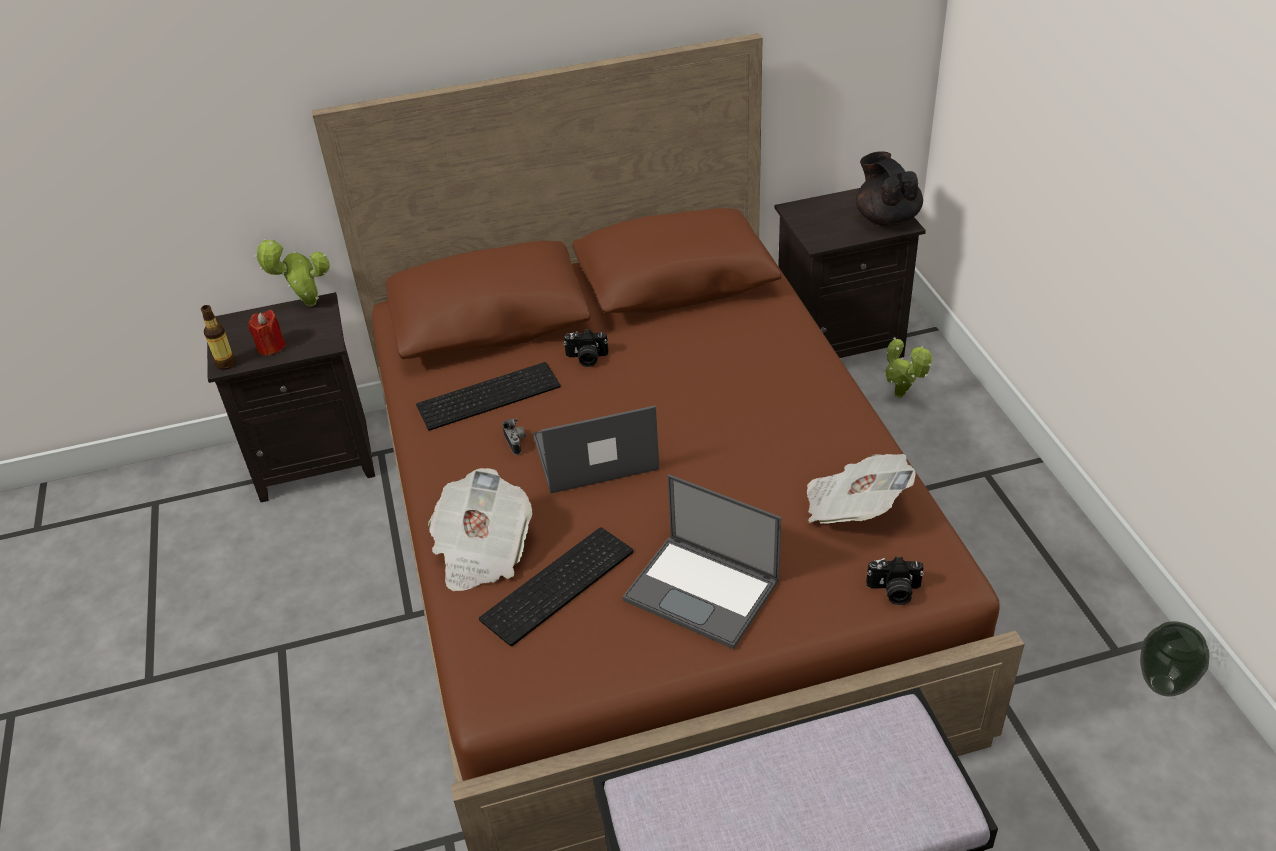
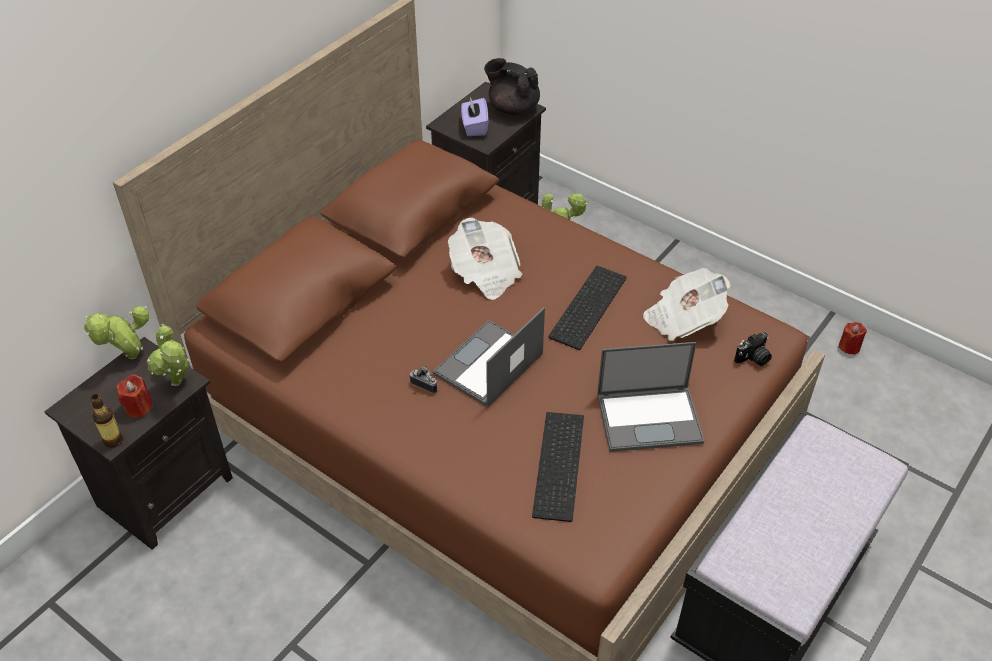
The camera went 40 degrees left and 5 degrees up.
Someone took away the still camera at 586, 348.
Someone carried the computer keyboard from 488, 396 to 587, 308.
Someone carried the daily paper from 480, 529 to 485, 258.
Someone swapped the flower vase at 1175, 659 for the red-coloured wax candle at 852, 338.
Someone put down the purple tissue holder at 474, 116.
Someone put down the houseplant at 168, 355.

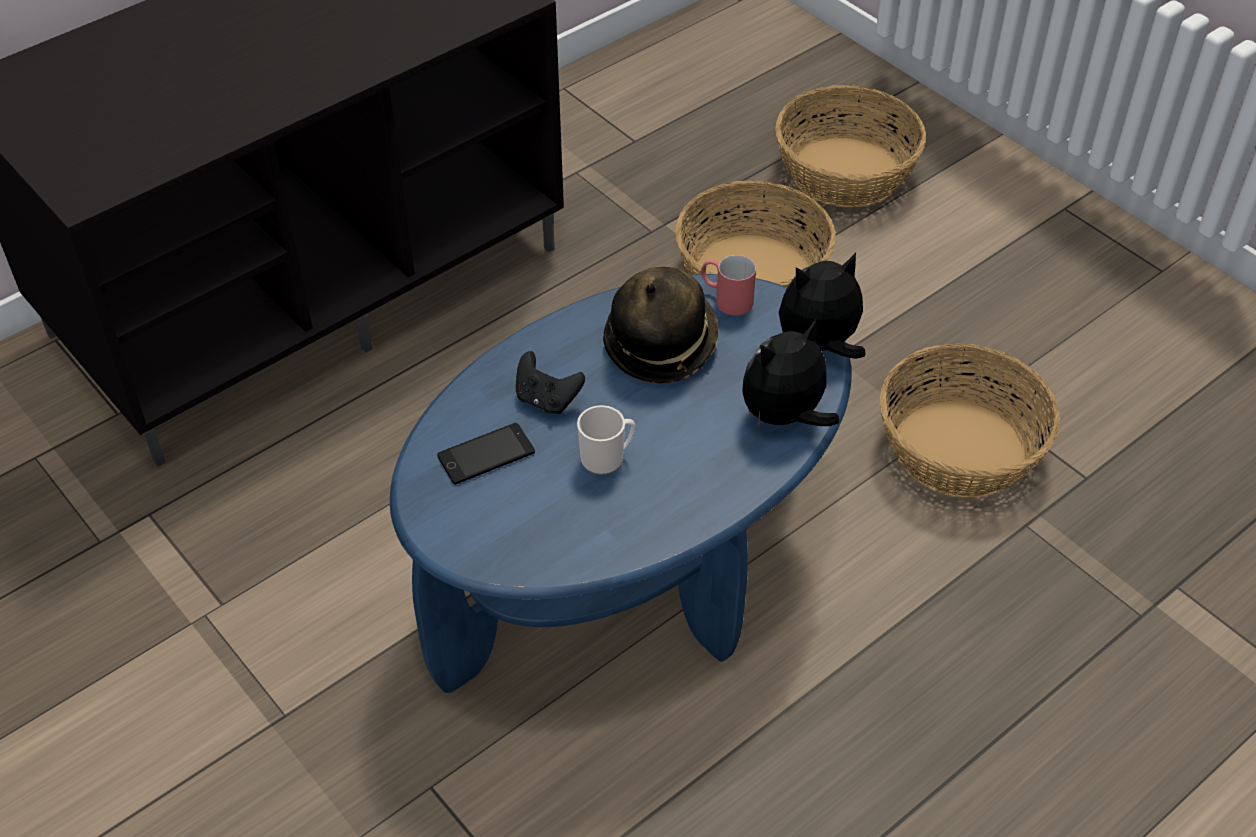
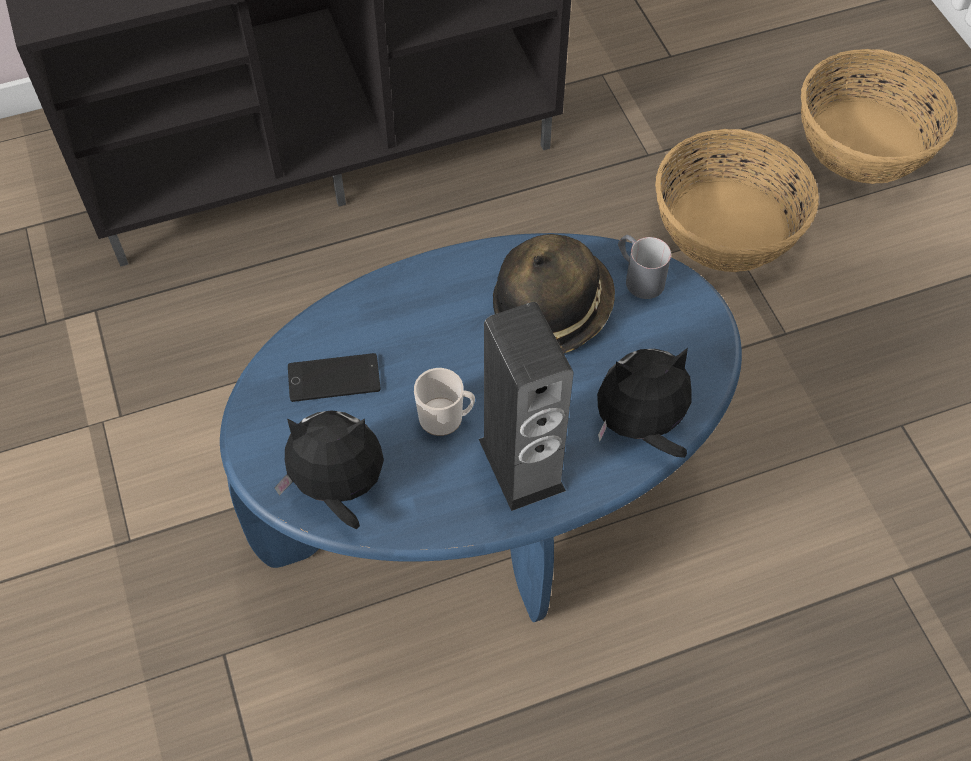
The camera went 20 degrees right and 10 degrees up.
Someone carried the plush toy from 822, 305 to 329, 469.
Someone repainted the red-coloured coffee mug at 728, 285, which became the gray coffee mug at 644, 267.
Someone took away the household basket at 970, 421.
Someone took away the black game controller at 550, 382.
Someone put down the speaker at 526, 406.

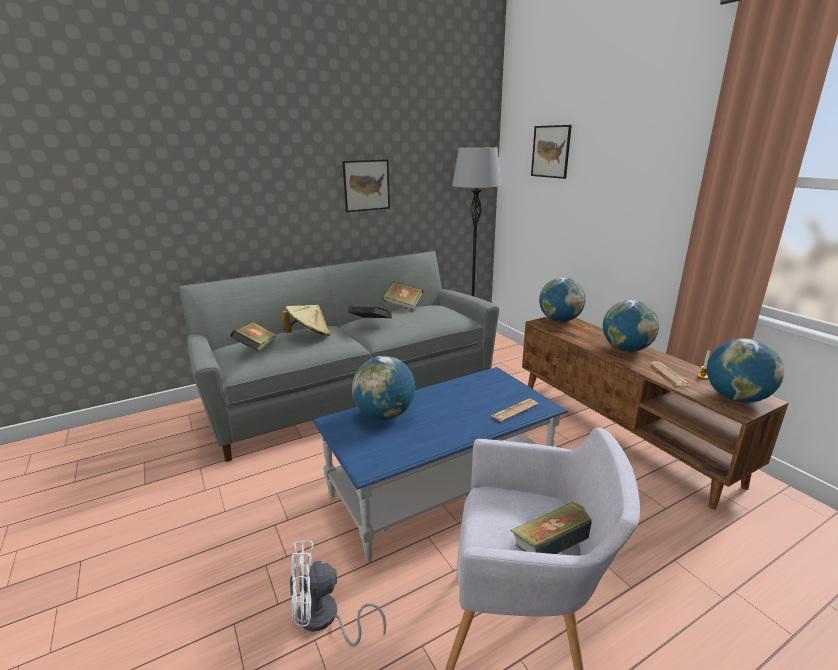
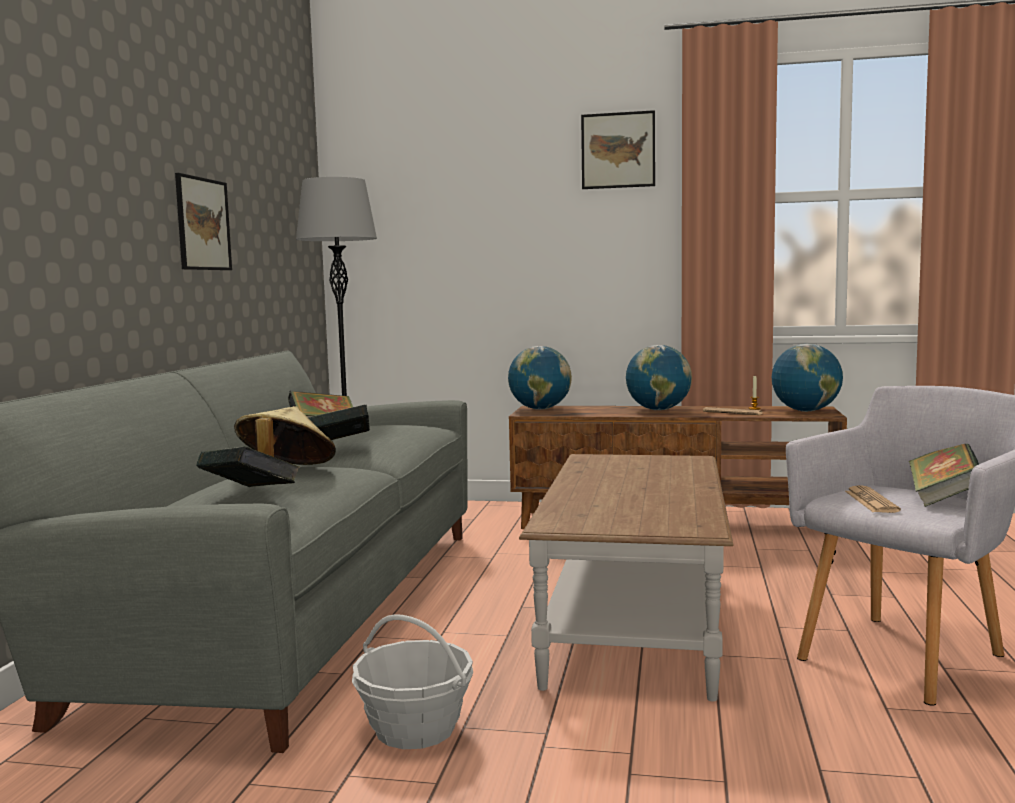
The camera went 50 degrees left and 15 degrees down.
Someone carried the wall picture from 551, 152 to 618, 149.
Someone took away the desk globe at 383, 388.
Someone repainted the blue-coloured lounge table at 440, 465, which became the brown-coloured lounge table at 626, 578.
Someone carried the daily paper from 514, 410 to 873, 499.
Someone took away the whitish fan at 338, 593.
Someone put down the household basket at 412, 681.

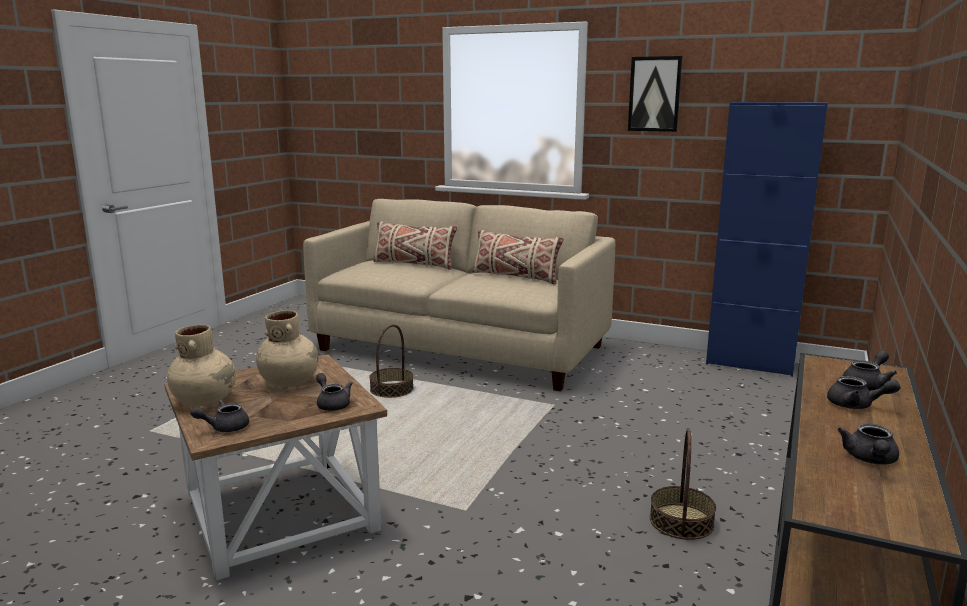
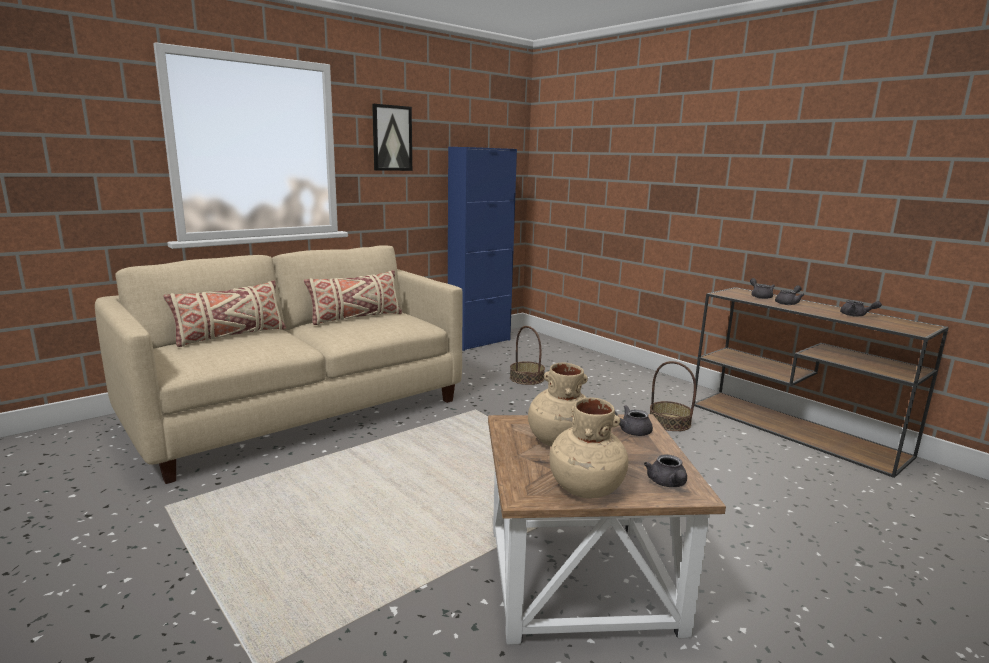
The camera went 65 degrees left and 0 degrees up.
Someone carried the household basket from 391, 361 to 527, 355.

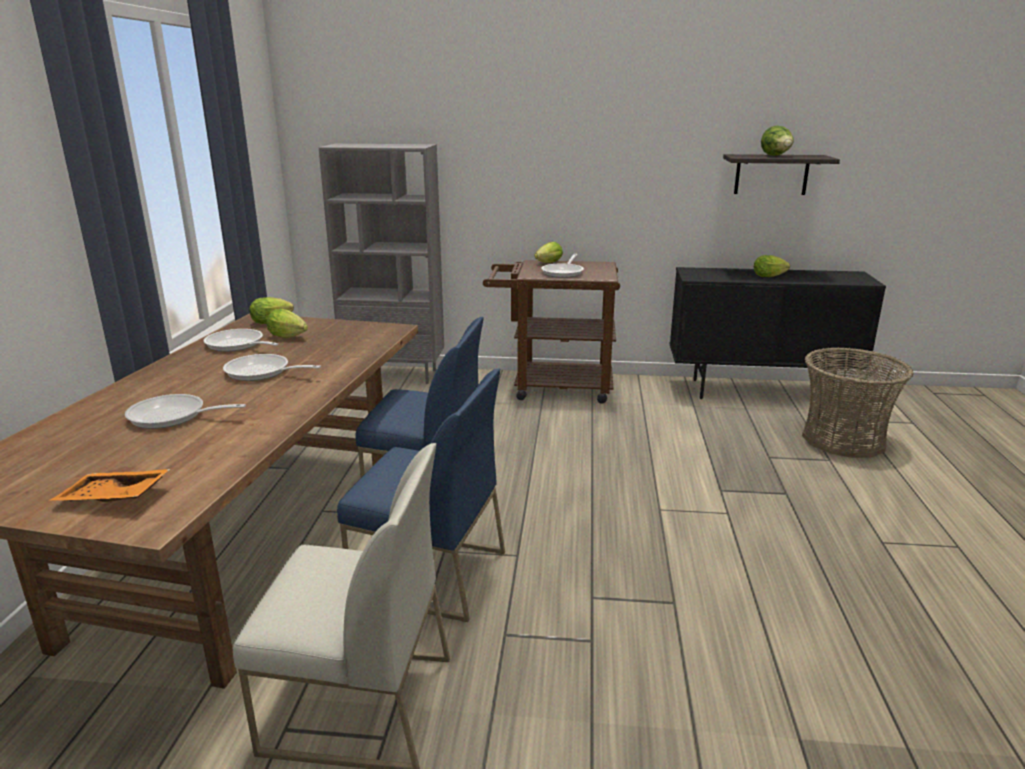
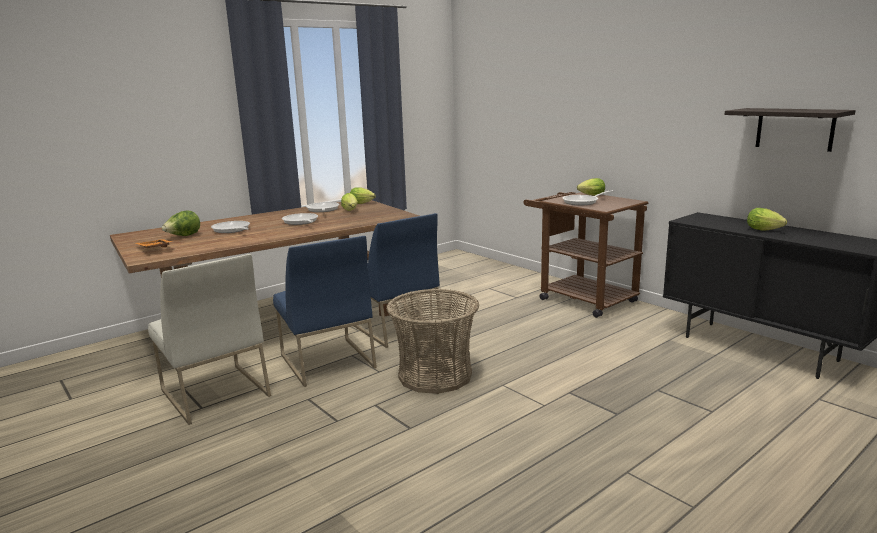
The camera went 45 degrees right and 5 degrees down.
Someone carried the lettuce from 777, 141 to 181, 223.
Someone took away the gray shelving unit at 381, 264.
Someone carried the household basket from 857, 402 to 432, 341.

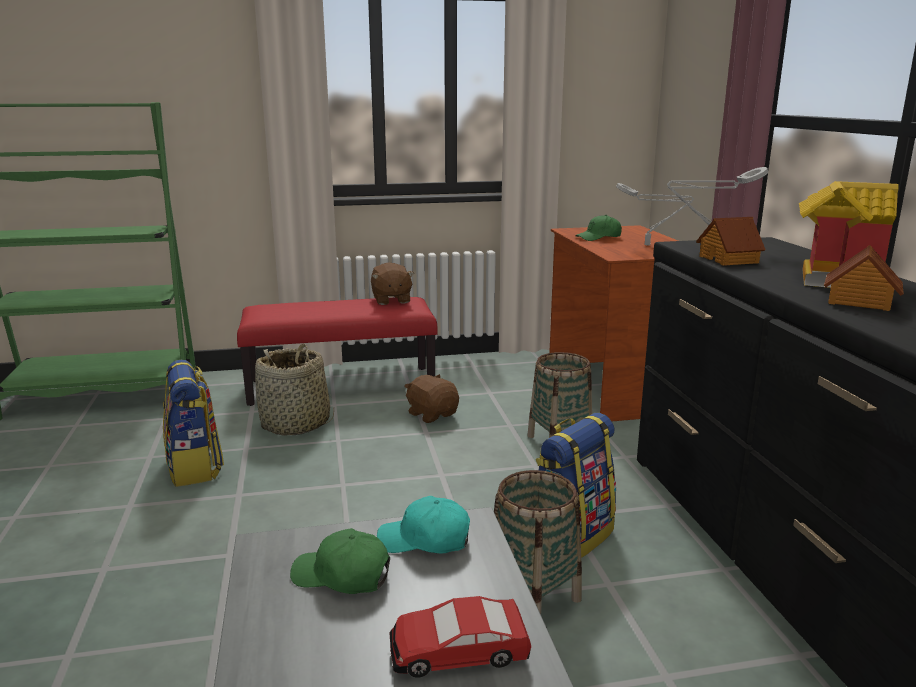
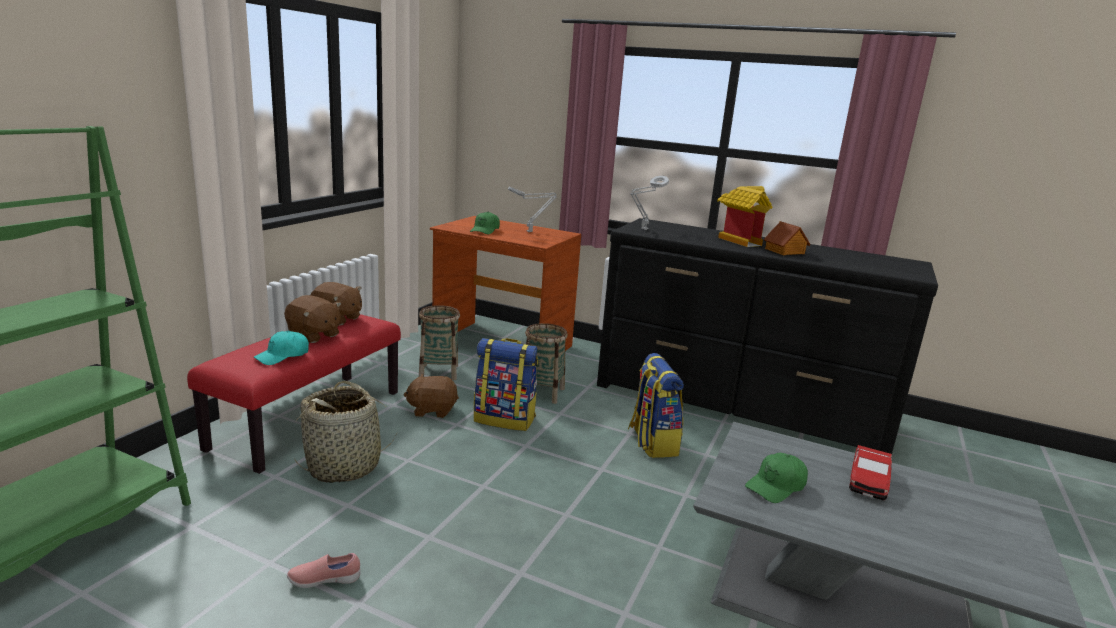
The camera went 55 degrees left and 0 degrees up.
Someone took away the miniature house at 731, 241.
Someone carried the backpack from 193, 423 to 506, 384.
Someone carried the household basket from 538, 542 to 439, 342.
Someone carried the turquoise peaked cap from 423, 524 to 281, 348.
Someone put down the brown-coloured plush toy at 312, 319.
Someone put down the pink-coloured shoe at 324, 570.

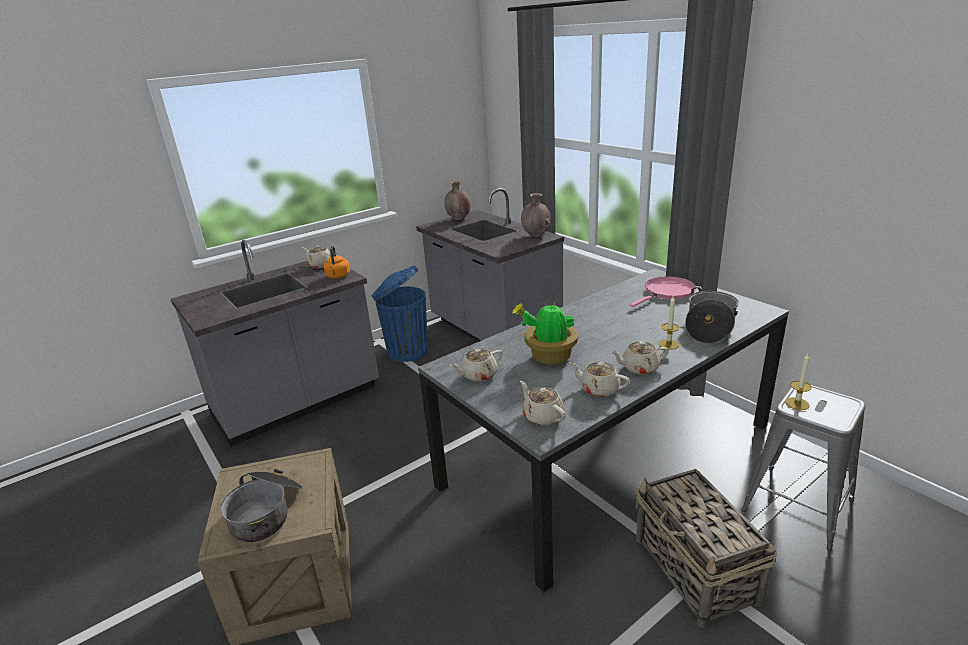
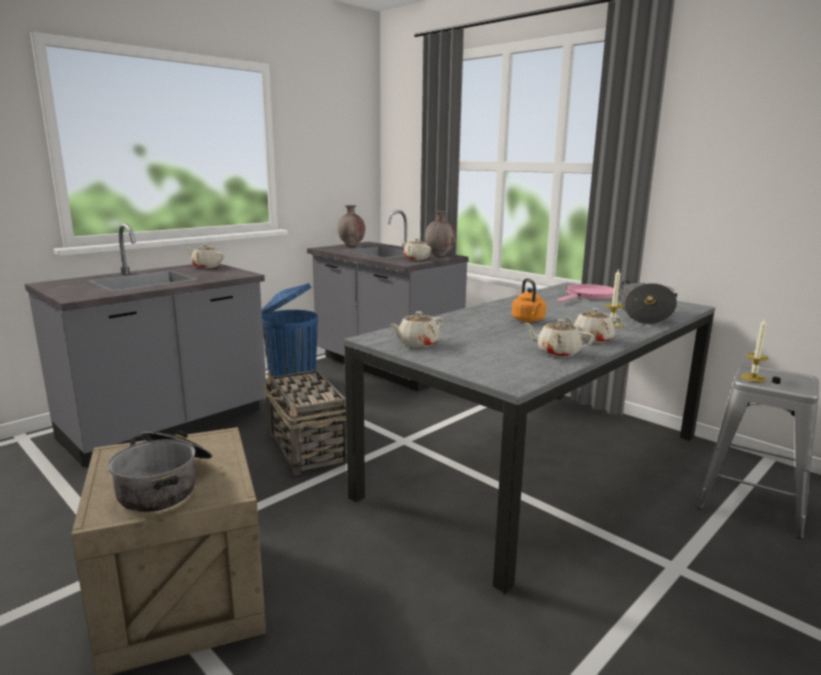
The camera went 10 degrees left and 10 degrees down.
Someone carried the orange-coloured water kettle from 337, 262 to 529, 300.
Someone took away the houseplant at 545, 333.
Someone carried the beige teapot from 543, 403 to 416, 249.
Someone carried the household basket from 706, 548 to 305, 422.

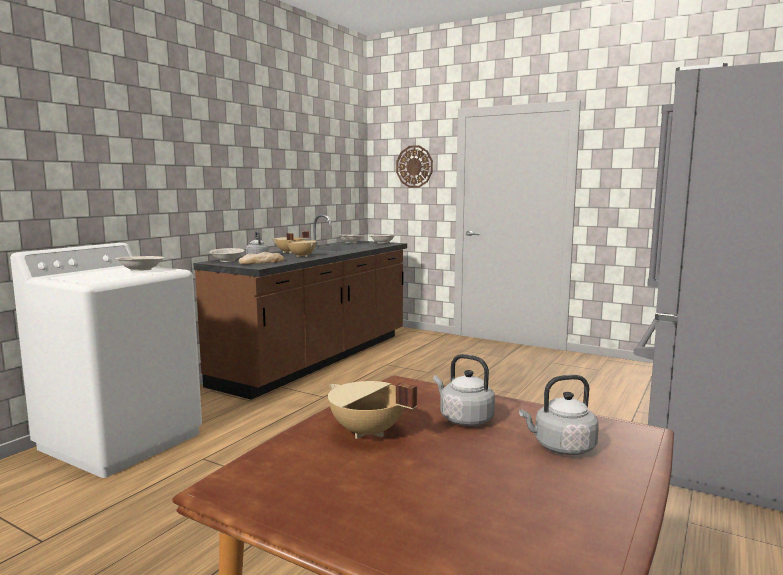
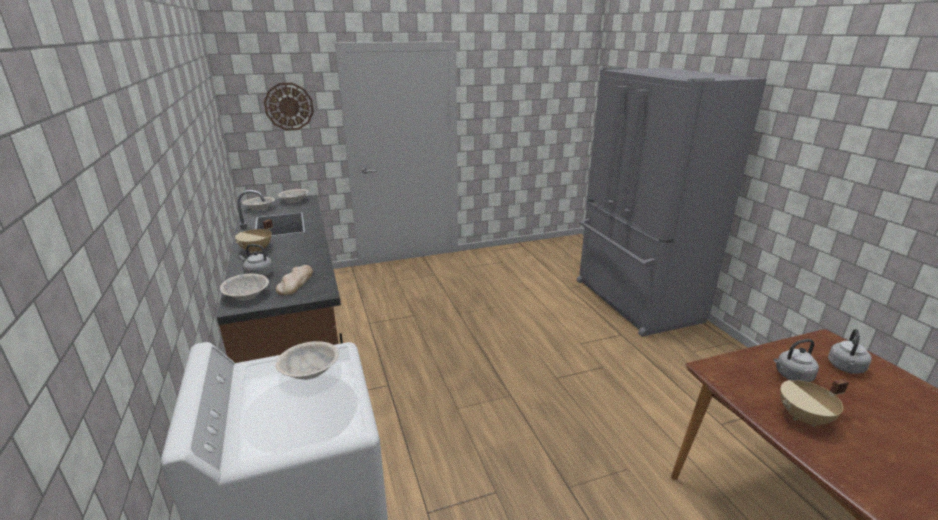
The camera went 50 degrees left and 15 degrees up.
Someone took away the beige stockpot at 302, 245.

